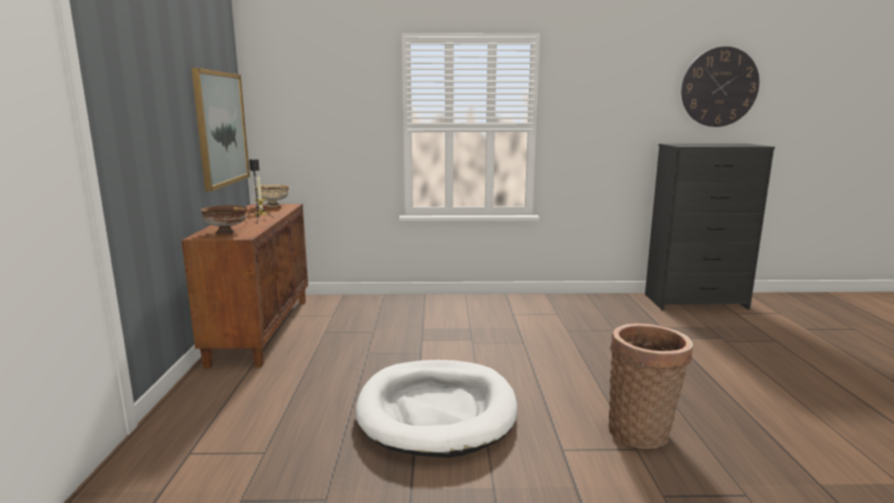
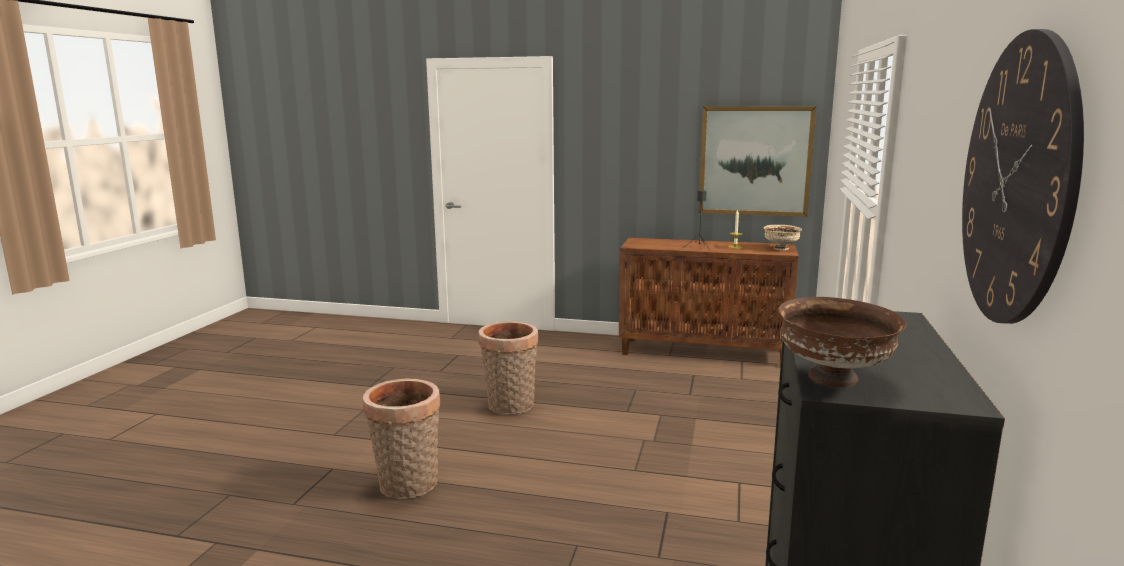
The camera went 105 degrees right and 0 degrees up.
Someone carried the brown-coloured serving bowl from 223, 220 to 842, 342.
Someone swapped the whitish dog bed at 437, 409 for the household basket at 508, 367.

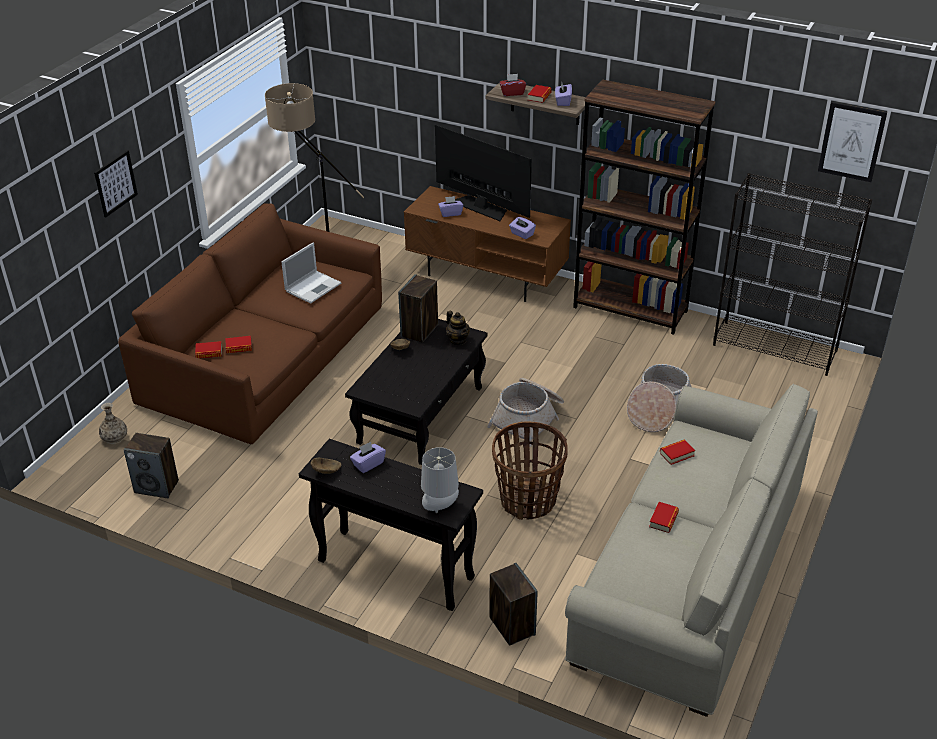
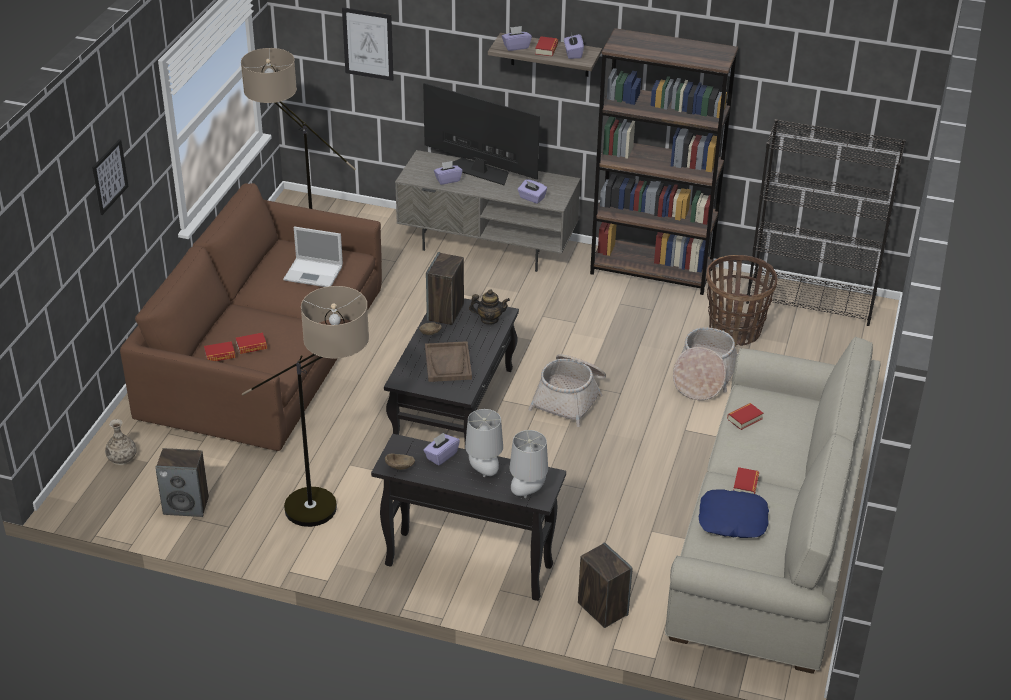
The camera went 10 degrees left and 0 degrees up.
Someone repainted the red-coloured tissue holder at 512, 85, which became the purple tissue holder at 517, 38.
Someone carried the wall picture from 852, 142 to 367, 44.
Someone repainted the brown-coloured media console at 487, 244, which became the gray media console at 487, 211.
Someone rotated the portable computer at 311, 273 by 75 degrees clockwise.
Someone rotated the teapot at 458, 328 by 45 degrees counterclockwise.
Someone carried the household basket from 530, 471 to 741, 301.
Someone put down the floor lamp at 305, 406.
Someone put down the brown-coloured serving tray at 448, 361.
Someone put down the gray tabletop lamp at 484, 443.
Someone put down the blue-coloured throw pillow at 733, 513.

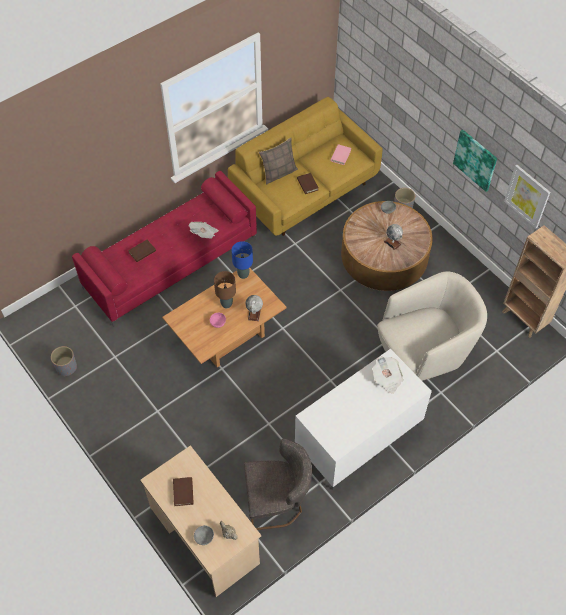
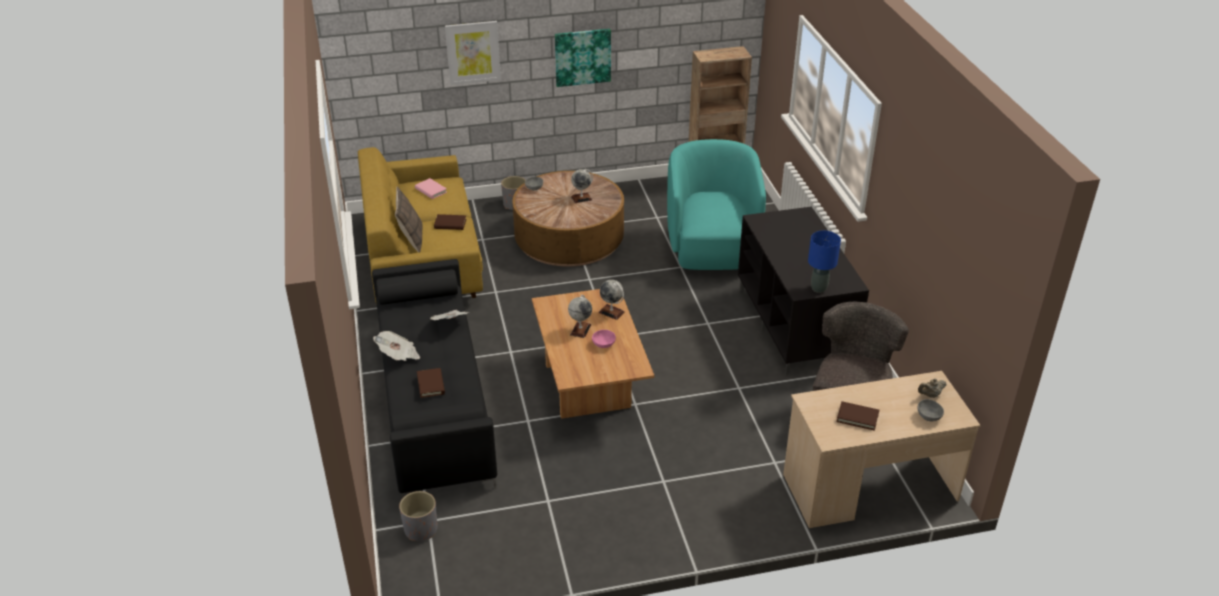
The camera went 65 degrees left and 20 degrees down.
Someone carried the wall picture from 527, 197 to 473, 53.
Someone repainted the red-coloured sofa at 164, 249, which became the black sofa at 434, 378.
Someone carried the blue-coloured tabletop lamp from 242, 260 to 824, 262.
Someone swapped the brown-coloured tabletop lamp at 225, 289 for the desk globe at 580, 316.
Someone repainted the beige lounge chair at 432, 326, which became the turquoise lounge chair at 716, 204.
Someone carried the gray plant pot from 64, 361 to 418, 516.
Someone repainted the whitish media console at 363, 419, which became the black media console at 803, 291.
Someone carried the daily paper from 388, 375 to 396, 346.

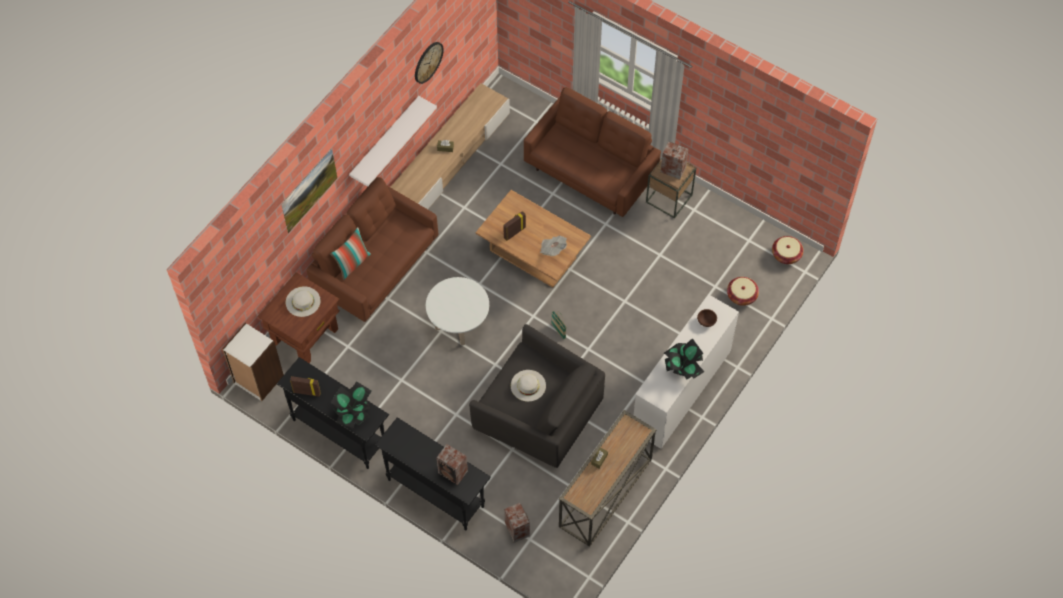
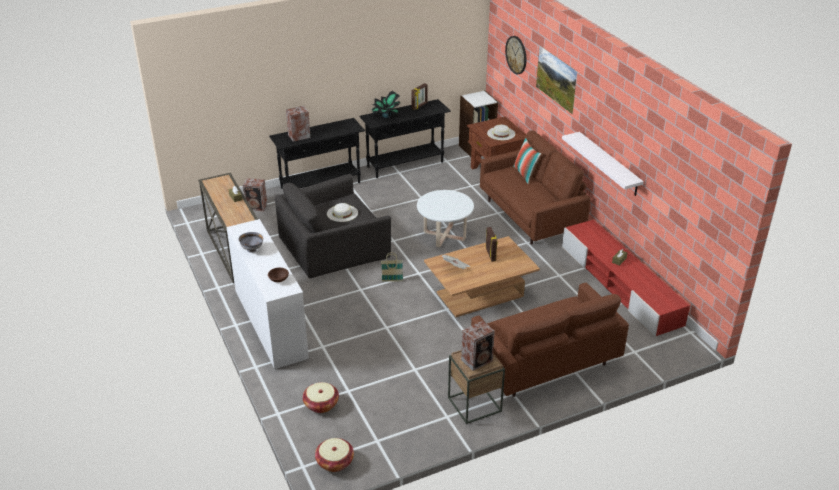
The camera went 120 degrees right and 25 degrees down.
Someone carried the hanging clock from 429, 63 to 516, 55.
Someone repainted the beige media console at 450, 146, which became the red-coloured media console at 626, 278.
Someone swapped the houseplant at 684, 359 for the gray serving bowl at 251, 242.

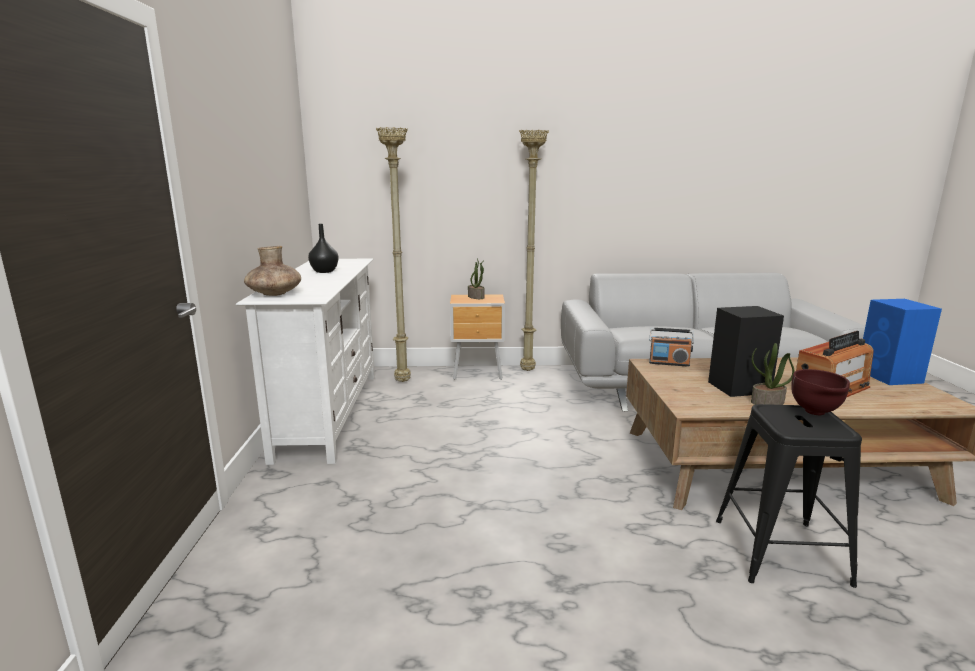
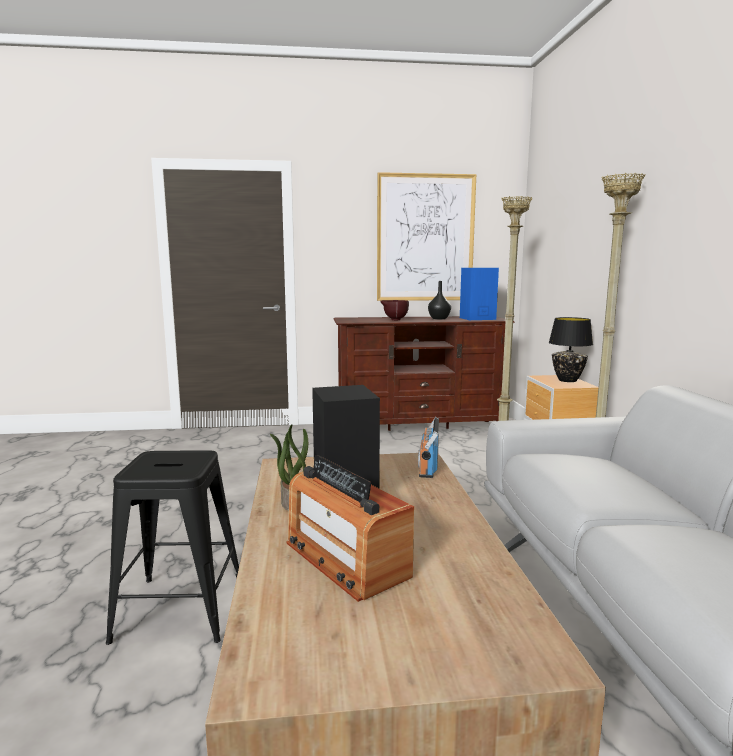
The camera went 85 degrees right and 5 degrees down.
Someone took away the brown-coloured flower vase at 272, 271.
Someone repainted the whitish media console at 305, 362, which became the brown-coloured media console at 423, 373.
Someone swapped the houseplant at 476, 279 for the black tabletop lamp at 571, 349.
Someone carried the blue-coloured speaker from 902, 342 to 479, 294.
Someone carried the brown-coloured serving bowl from 821, 392 to 394, 310.
Someone put up the wall picture at 426, 236.

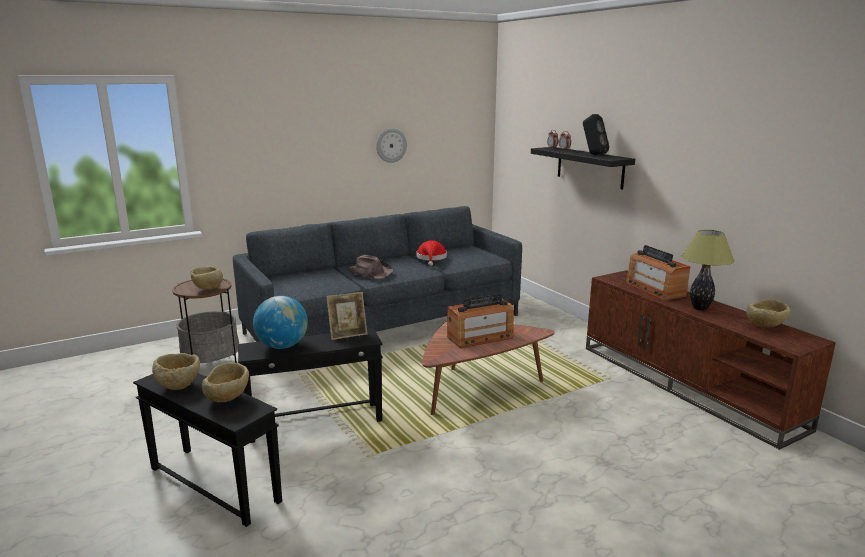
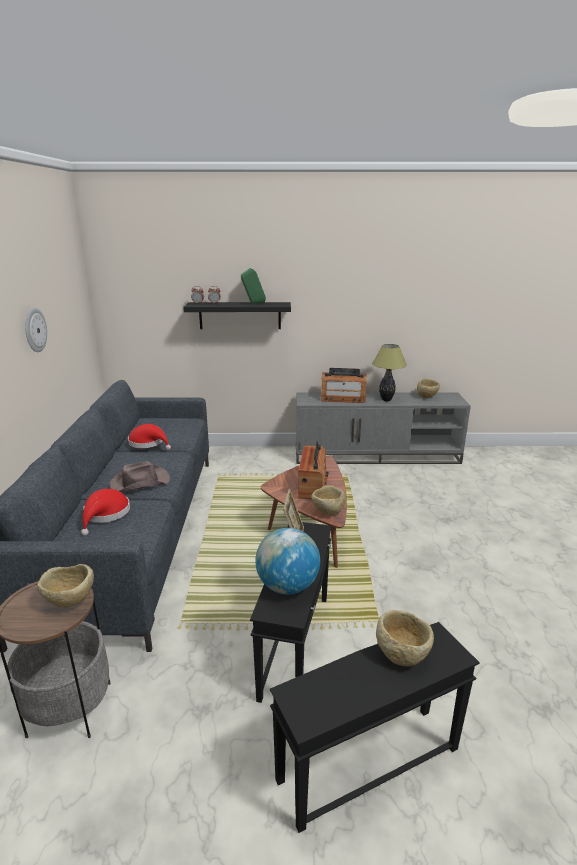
The camera went 60 degrees left and 5 degrees up.
Someone repainted the black speaker at 596, 134, which became the green speaker at 253, 286.
Someone repainted the brown-coloured media console at 711, 360, which became the gray media console at 383, 428.
Someone carried the beige serving bowl from 176, 371 to 328, 500.
Someone put down the red-coloured clothing hat at 105, 512.

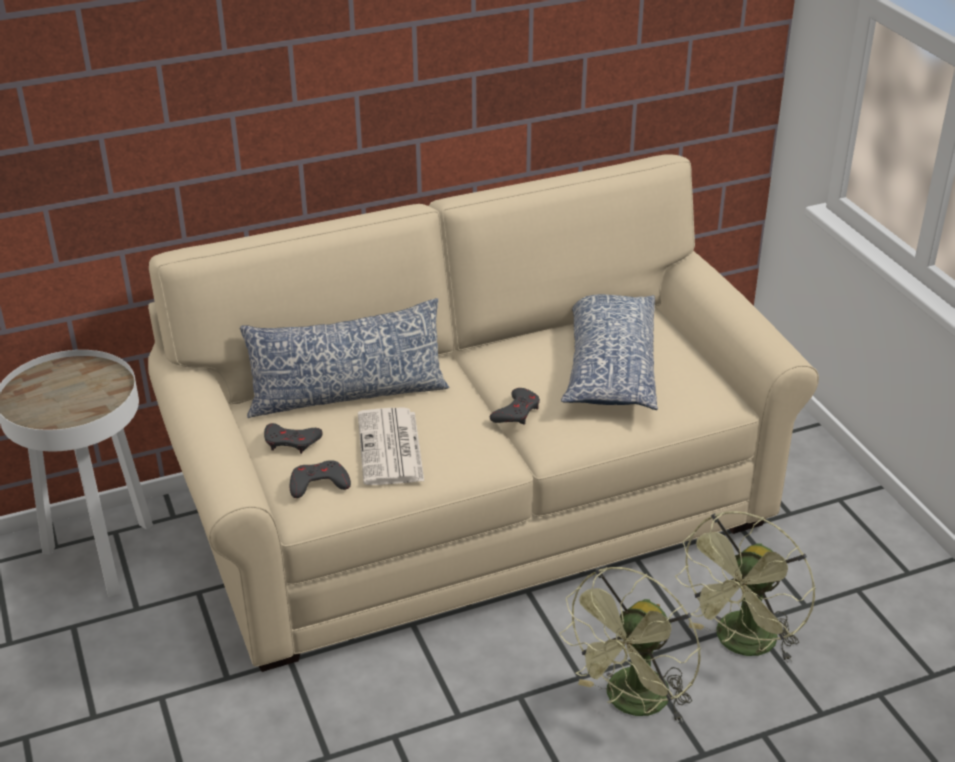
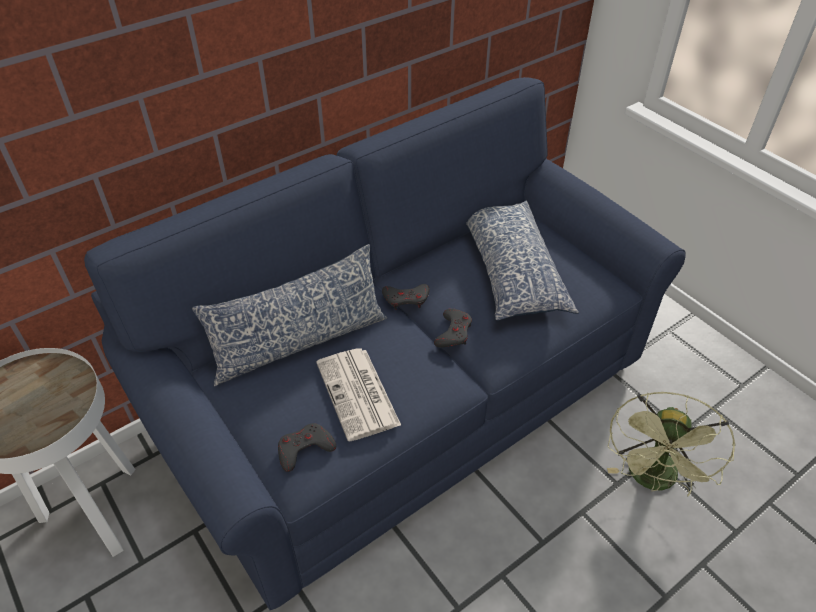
The camera went 15 degrees left and 10 degrees up.
Someone repainted the beige sofa at 483, 413, which became the blue-coloured sofa at 385, 343.
Someone carried the gray game controller from 293, 438 to 405, 297.
Someone took away the green fan at 630, 645.

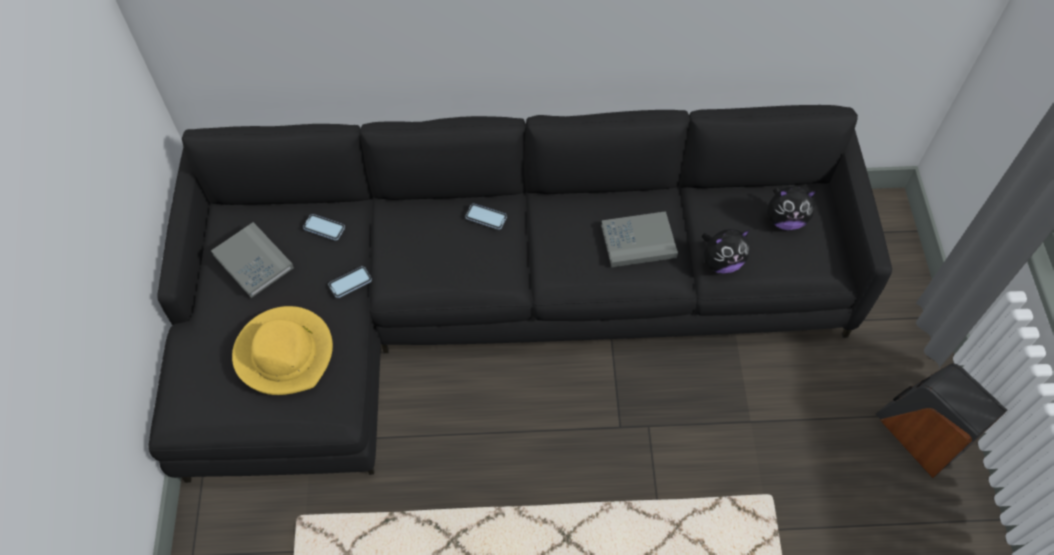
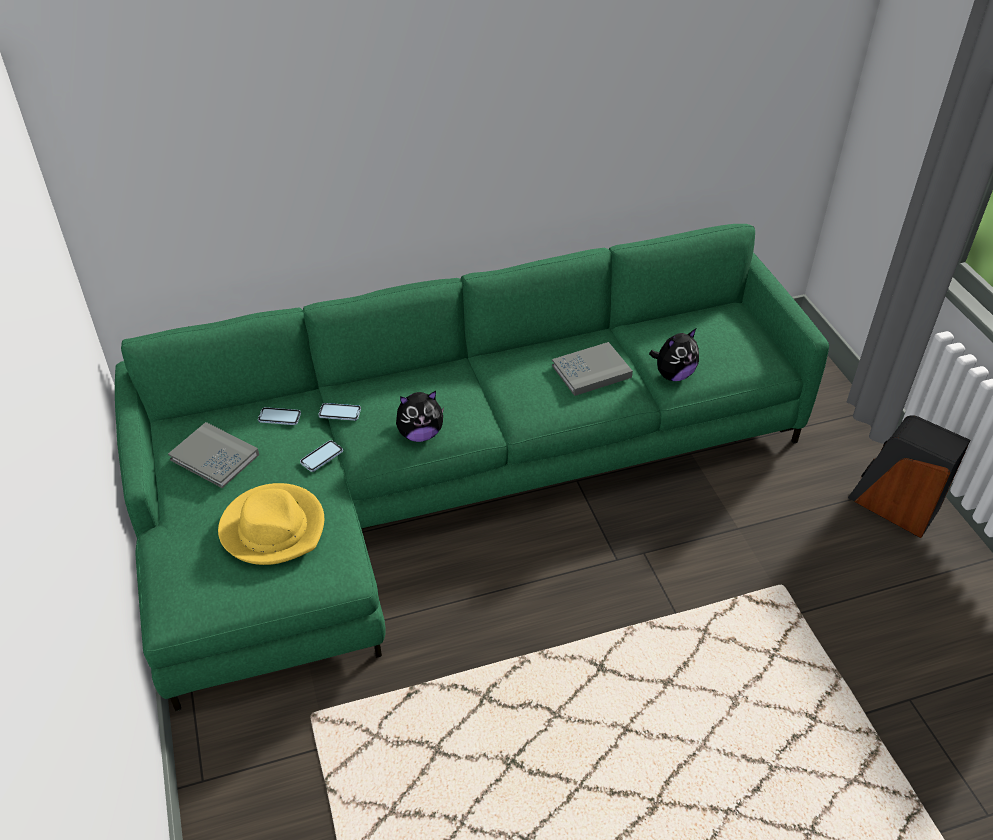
The camera went 15 degrees left and 15 degrees down.
Someone repainted the black sofa at 520, 294, which became the green sofa at 472, 467.
Someone carried the plush toy from 792, 208 to 420, 416.
Someone carried the telephone from 486, 217 to 339, 412.

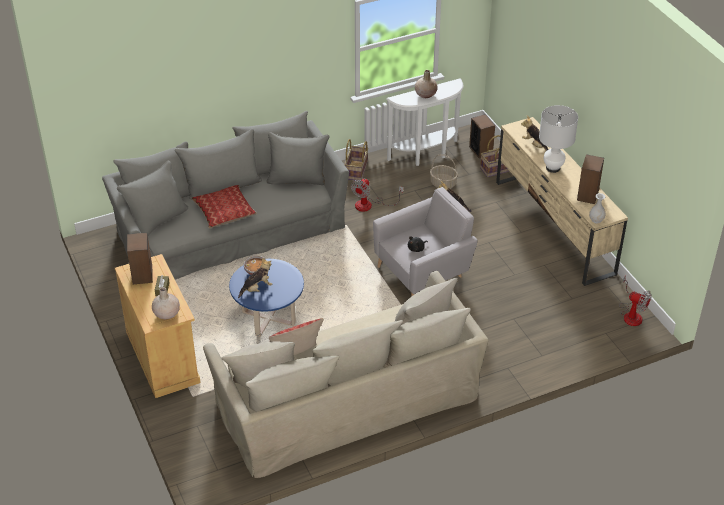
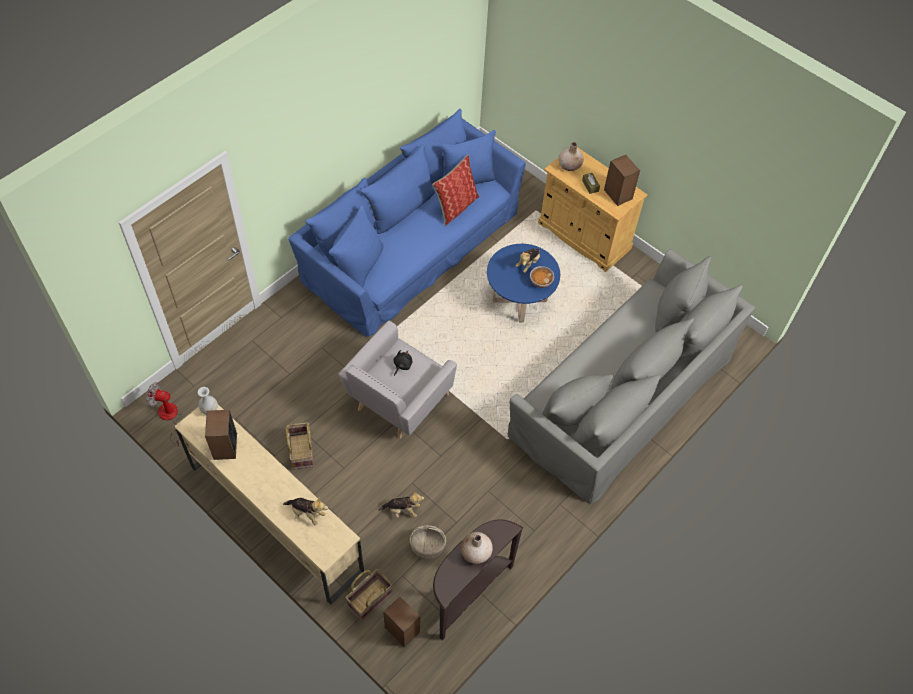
The camera went 155 degrees right and 15 degrees up.
Someone repainted the whitish console table at 424, 122, which became the brown-coloured console table at 478, 579.
Someone took away the whitish tabletop lamp at 558, 139.
Someone carried the household basket from 356, 159 to 300, 446.
Someone took away the fan at 377, 195.
Someone took away the throw pillow at 224, 206.
Someone repainted the beige sofa at 346, 374, which became the blue-coloured sofa at 407, 223.

